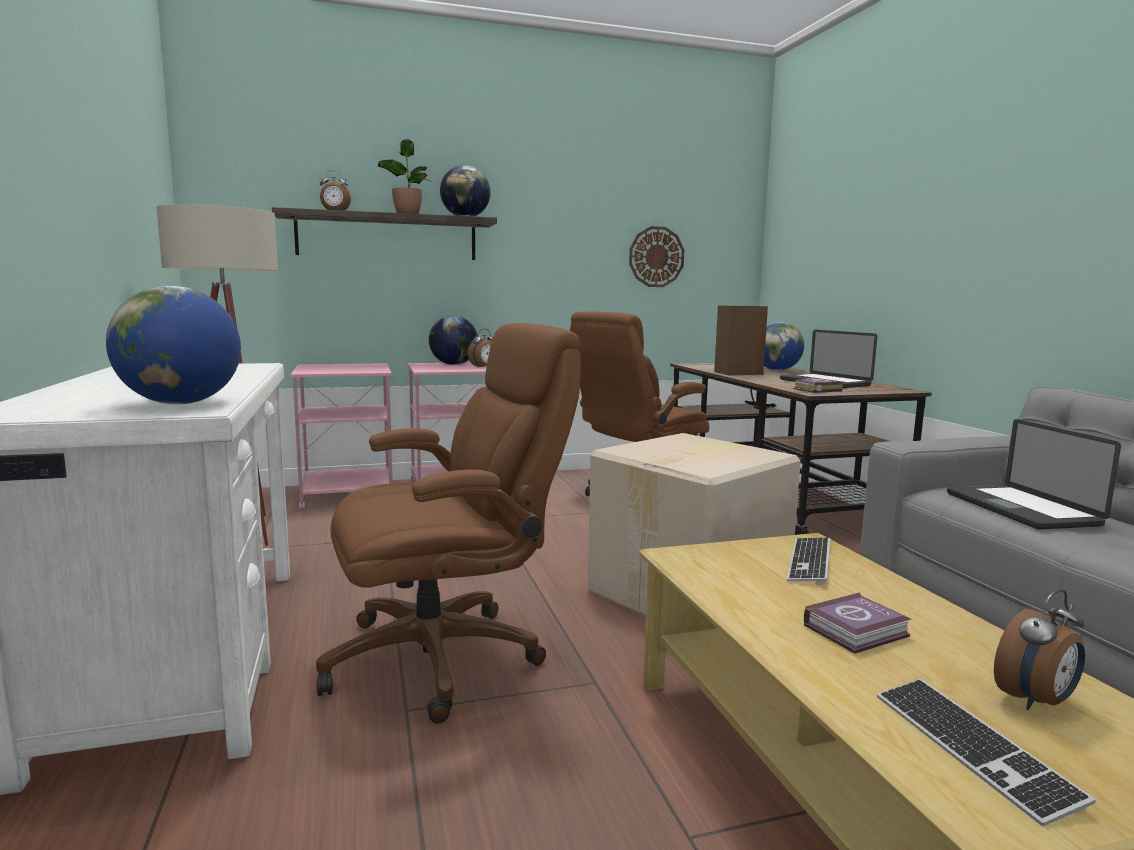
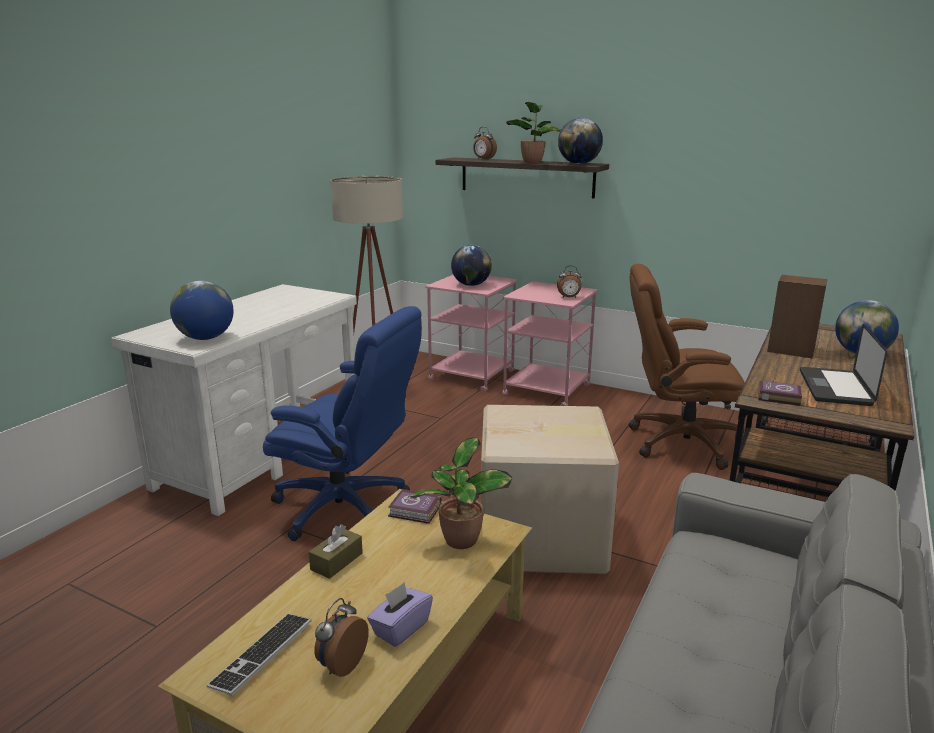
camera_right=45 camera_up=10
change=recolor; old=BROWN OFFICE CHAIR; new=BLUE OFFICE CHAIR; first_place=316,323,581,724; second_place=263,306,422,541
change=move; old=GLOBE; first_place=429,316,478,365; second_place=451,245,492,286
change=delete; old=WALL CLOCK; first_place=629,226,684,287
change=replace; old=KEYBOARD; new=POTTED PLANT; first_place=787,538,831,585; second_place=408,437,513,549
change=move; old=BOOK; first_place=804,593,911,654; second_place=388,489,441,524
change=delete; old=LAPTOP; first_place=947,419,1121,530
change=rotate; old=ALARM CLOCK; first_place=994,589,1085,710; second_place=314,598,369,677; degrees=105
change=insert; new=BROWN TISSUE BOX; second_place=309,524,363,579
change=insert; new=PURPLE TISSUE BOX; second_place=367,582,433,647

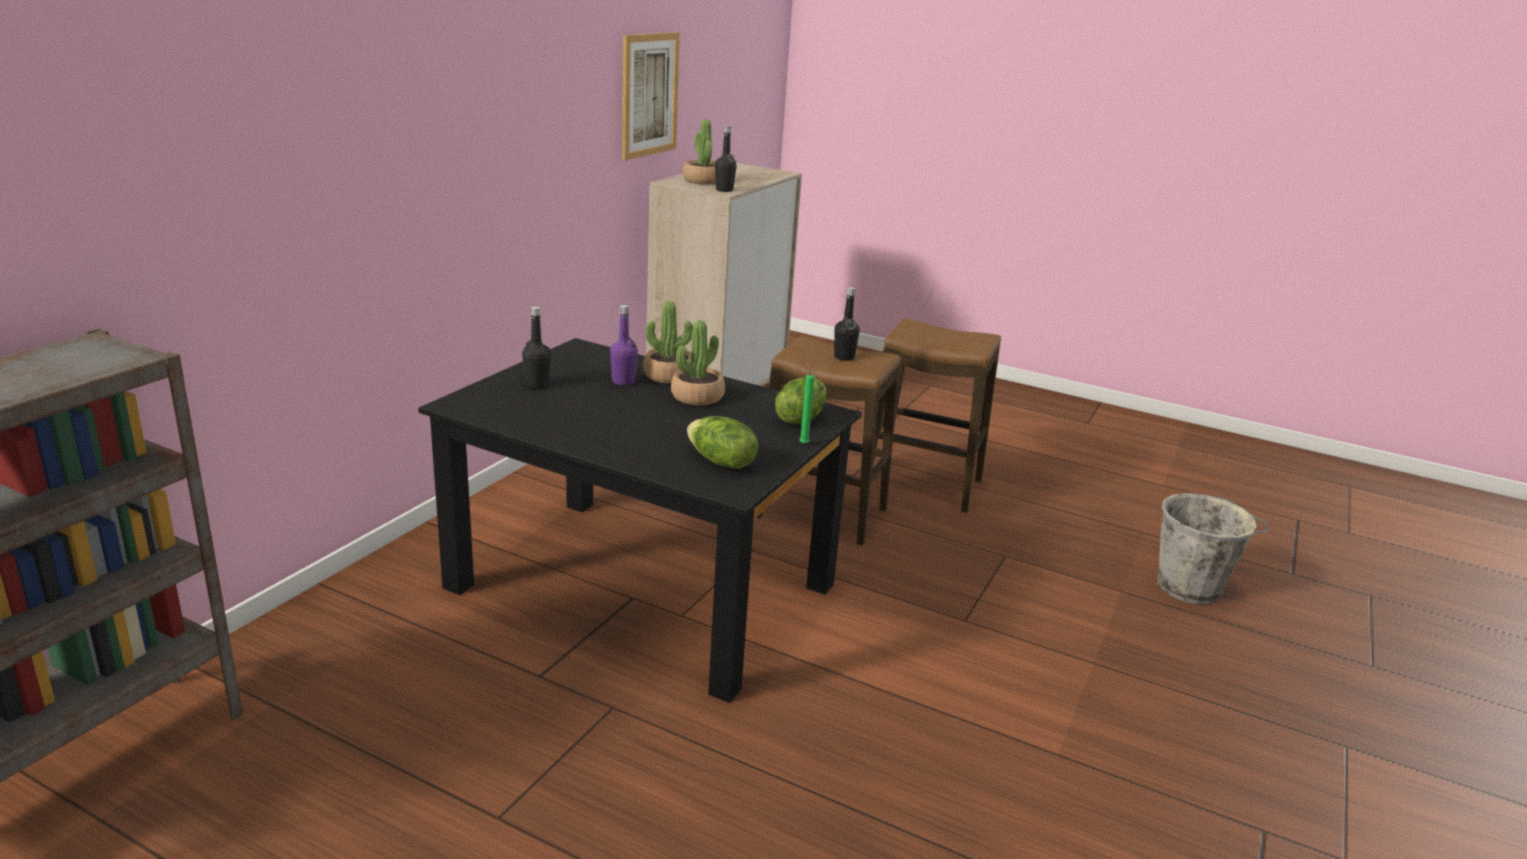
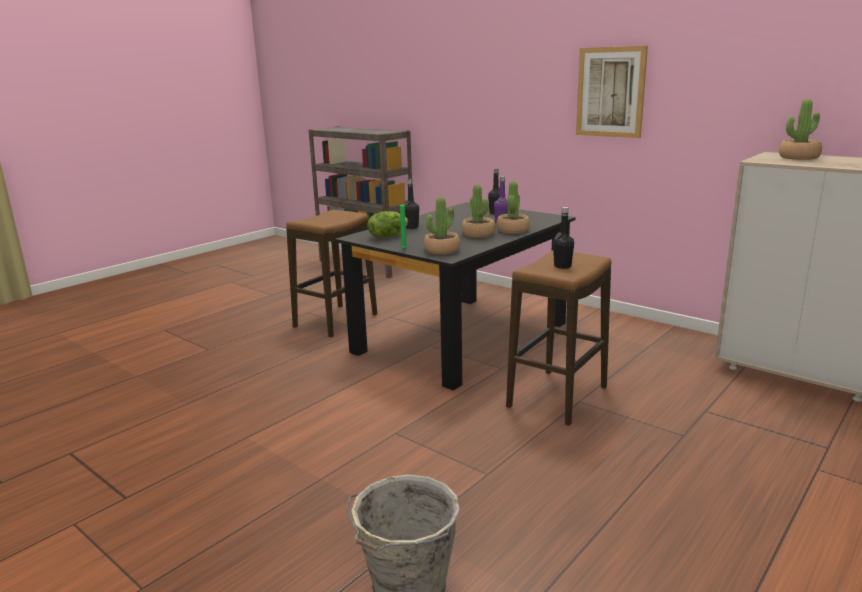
camera_right=105 camera_up=-5
change=move; old=PICTURE; first_place=622,32,680,161; second_place=576,46,648,138
change=move; old=BLACK BOTTLE; first_place=715,126,737,192; second_place=404,179,419,229
change=replace; old=LETTUCE; new=POTTED PLANT; first_place=775,377,826,424; second_place=424,197,460,255
change=move; old=STOOL; first_place=872,318,1001,513; second_place=286,210,377,338

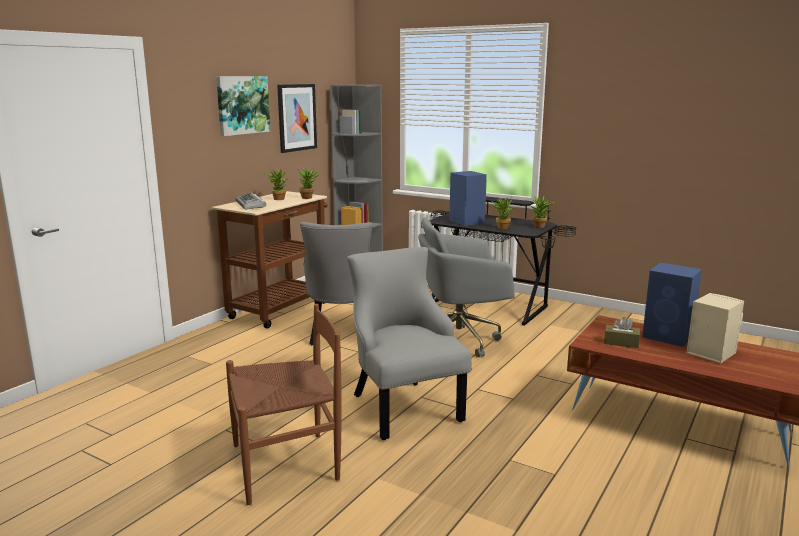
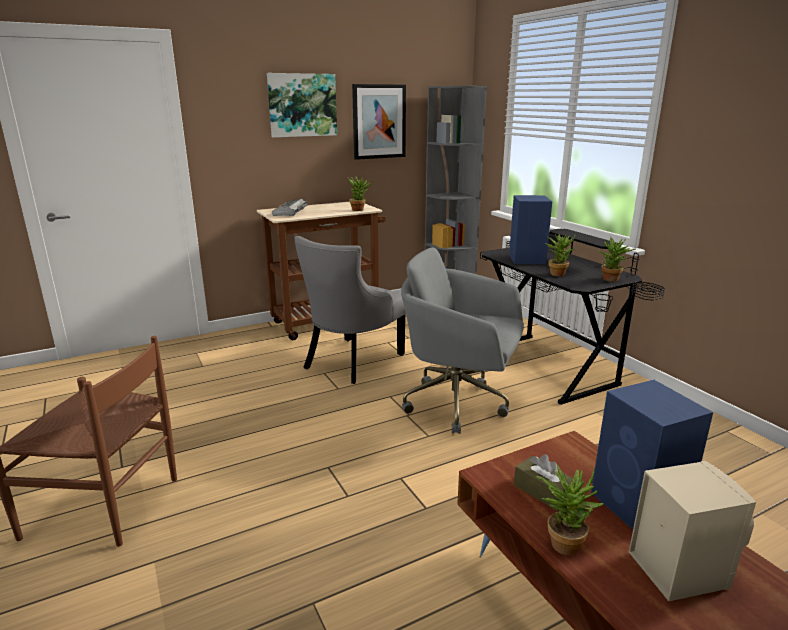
camera_right=30 camera_up=5
change=move; old=POTTED PLANT; first_place=265,169,289,200; second_place=536,465,603,555
change=delete; old=GREY CHAIR; first_place=347,247,472,440

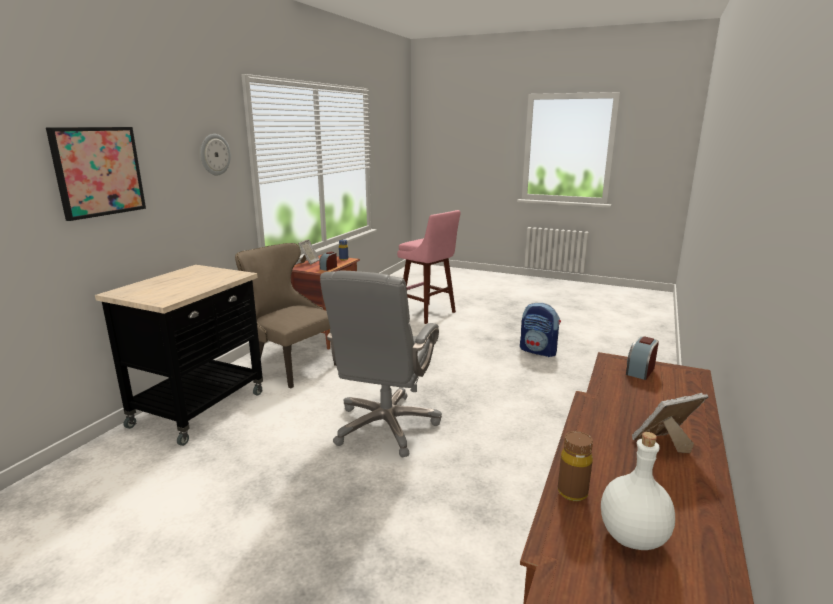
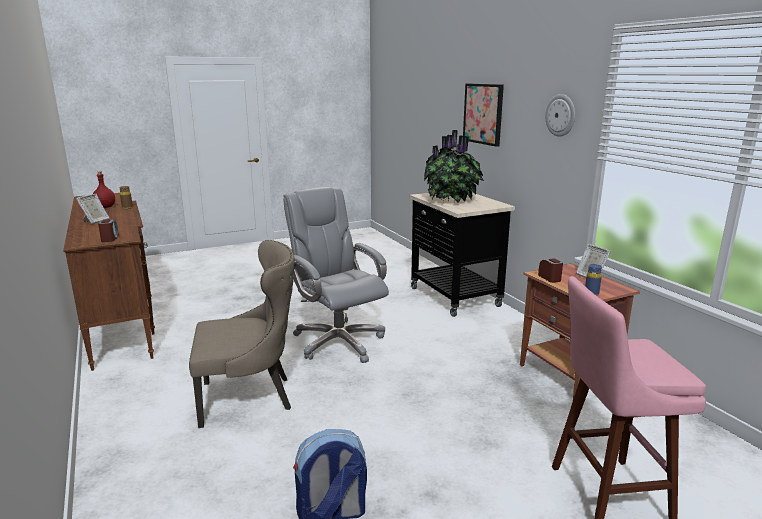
camera_right=130 camera_up=0
change=move; old=BEIGE CHAIR; first_place=235,243,336,388; second_place=189,240,295,428
change=recolor; old=WHITE BOTTLE; new=RED BOTTLE; first_place=601,432,675,550; second_place=93,171,115,208
change=insert; new=POTTED PLANT; second_place=424,130,484,202

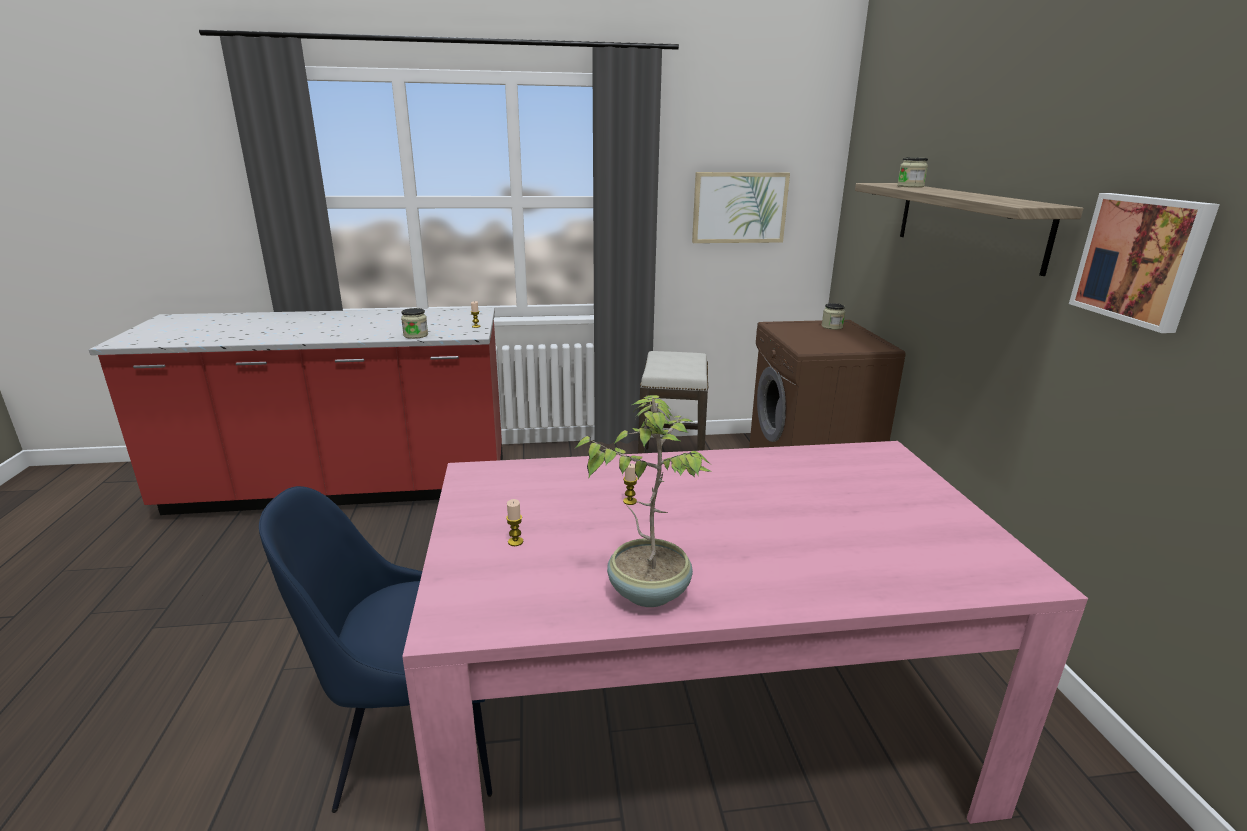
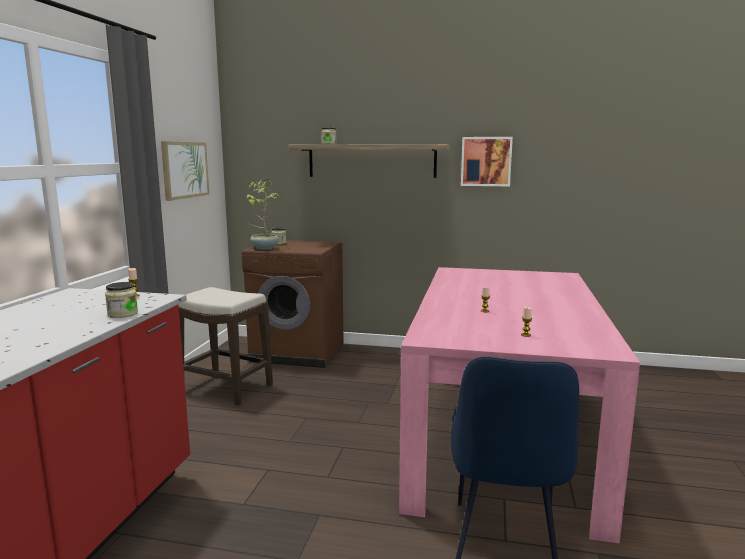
camera_right=-70 camera_up=-10
change=move; old=POTTED PLANT; first_place=575,395,710,607; second_place=246,179,279,250

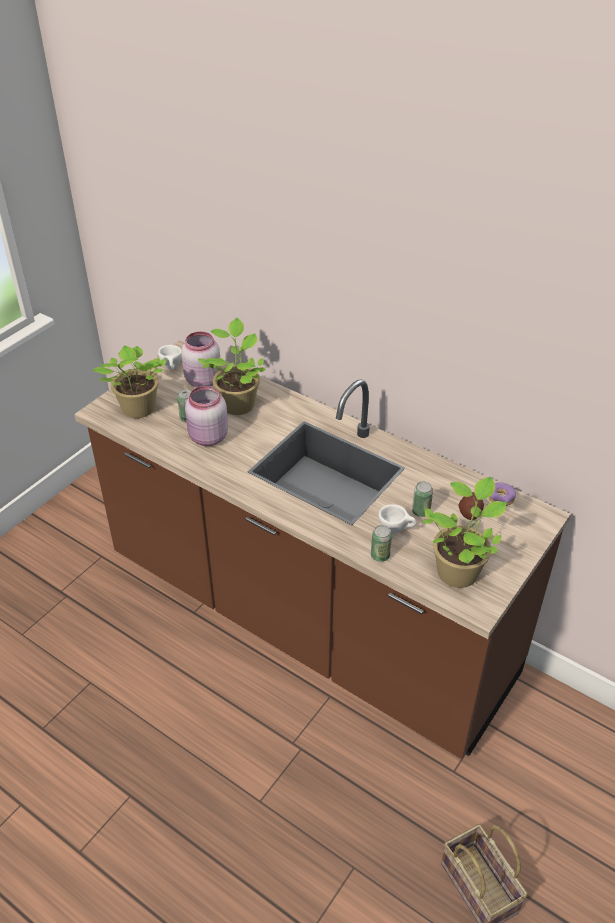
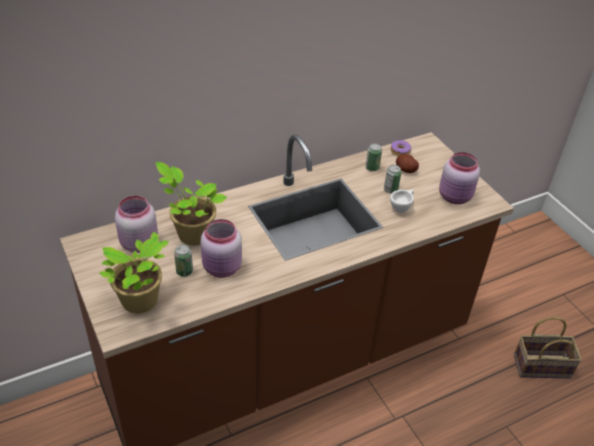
camera_right=-65 camera_up=0
change=delete; old=WHITE CUP; first_place=158,345,182,370
change=move; old=CAN; first_place=371,525,392,562; second_place=366,143,382,171
change=replace; old=POTTED PLANT; new=PINK JAR; first_place=423,477,507,588; second_place=439,152,480,204

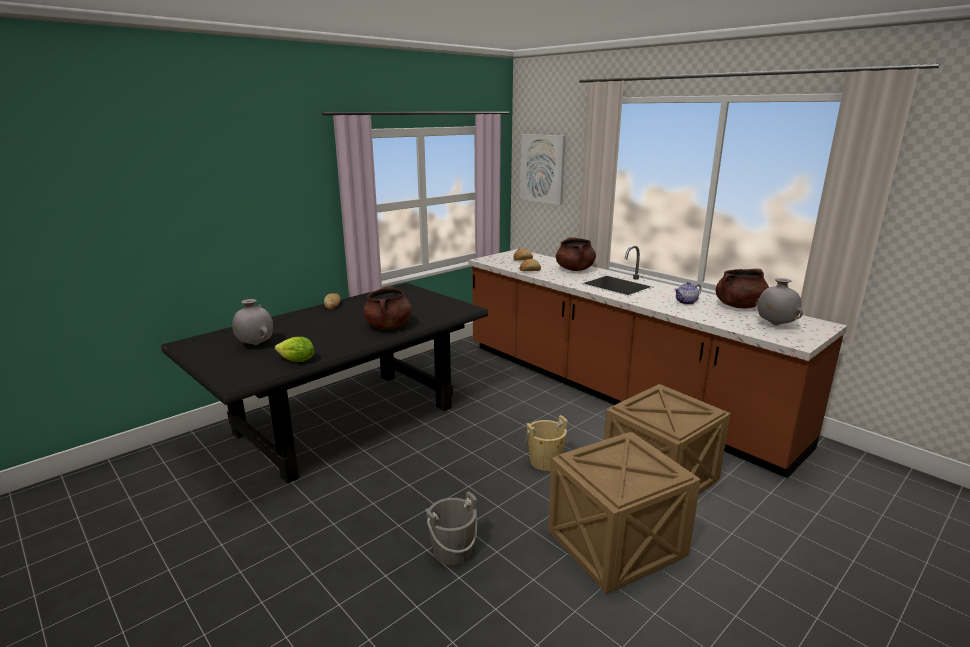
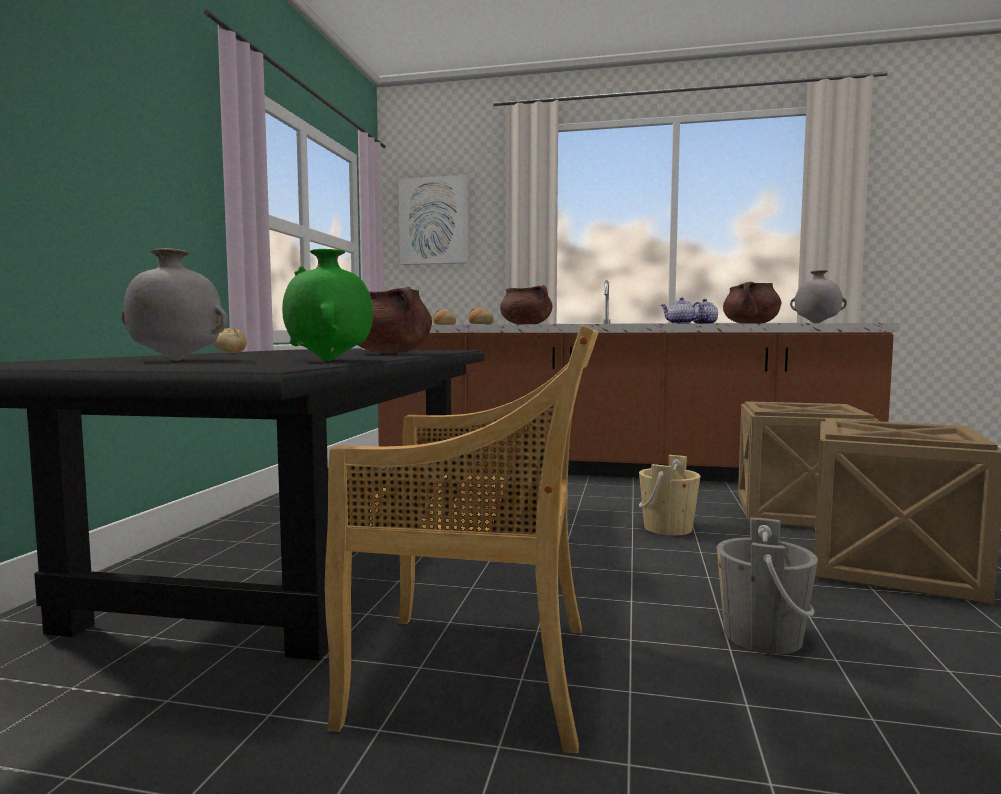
camera_right=-35 camera_up=-15
change=replace; old=LETTUCE; new=GREEN VASE; first_place=275,337,315,362; second_place=282,249,373,361
change=insert; new=BEIGE CHAIR; second_place=325,326,598,753
change=insert; new=TEAPOT; second_place=660,297,704,324

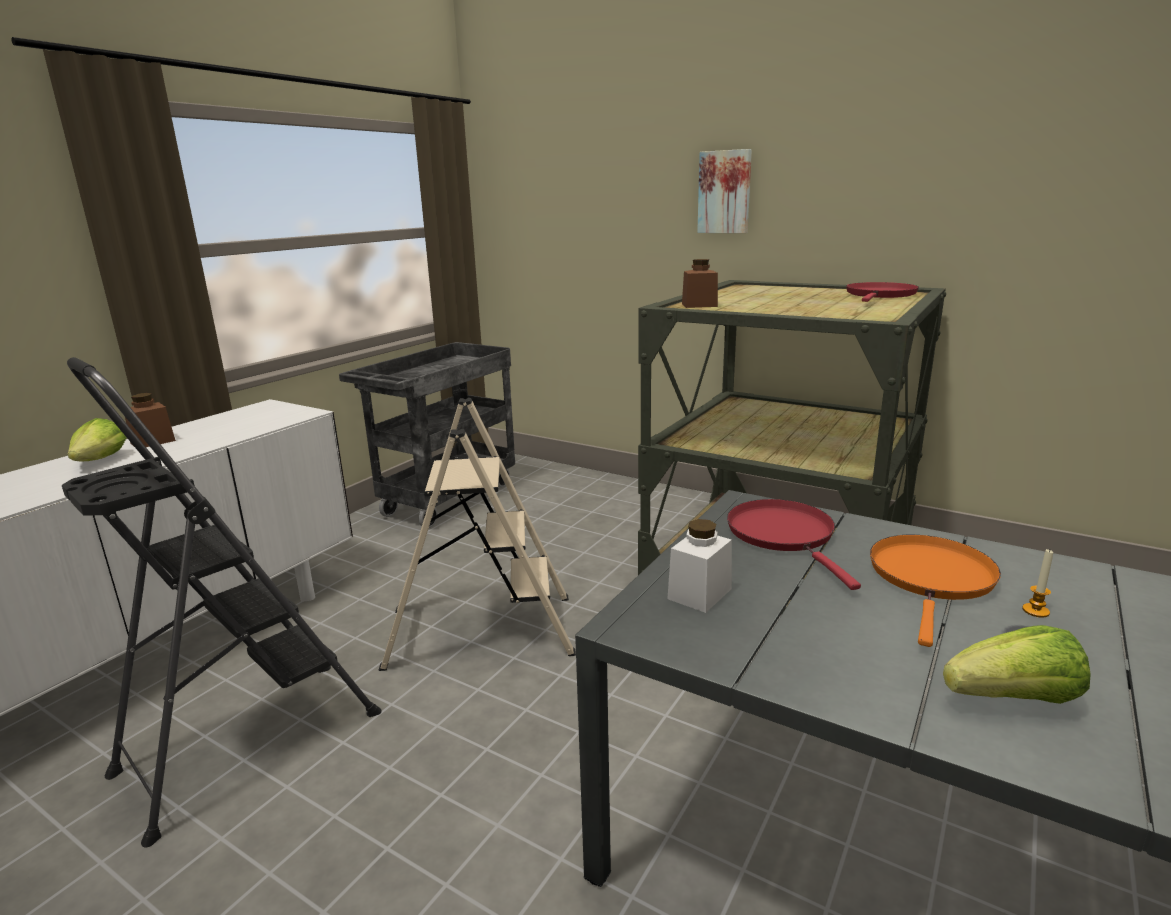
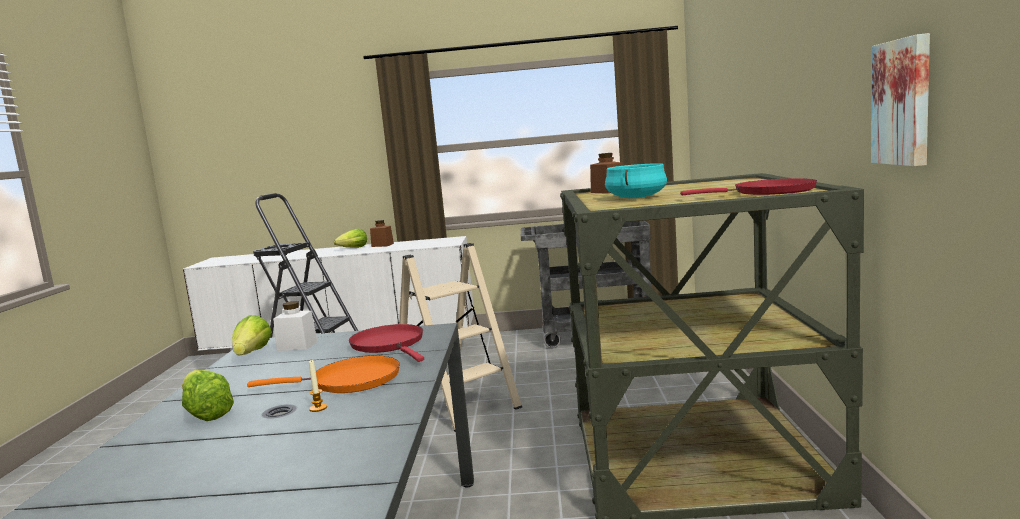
camera_right=60 camera_up=-10
change=move; old=PICTURE; first_place=697,149,752,233; second_place=871,33,930,166
change=rotate; old=RED FRYING PAN; first_place=727,499,861,590; second_place=349,324,424,362; degrees=-75
change=insert; new=LETTUCE; second_place=232,315,272,356
change=insert; new=TURQUOISE COOKING POT; second_place=605,163,667,198

